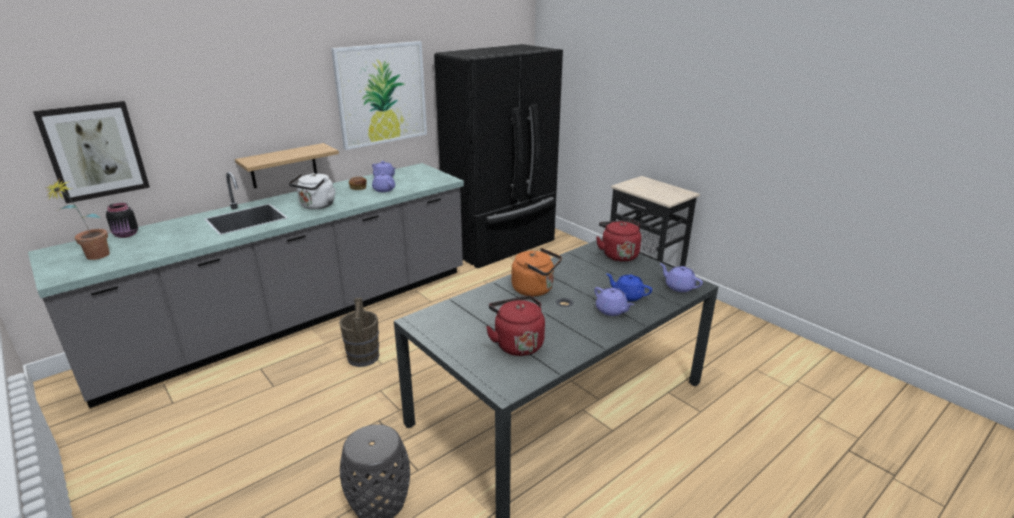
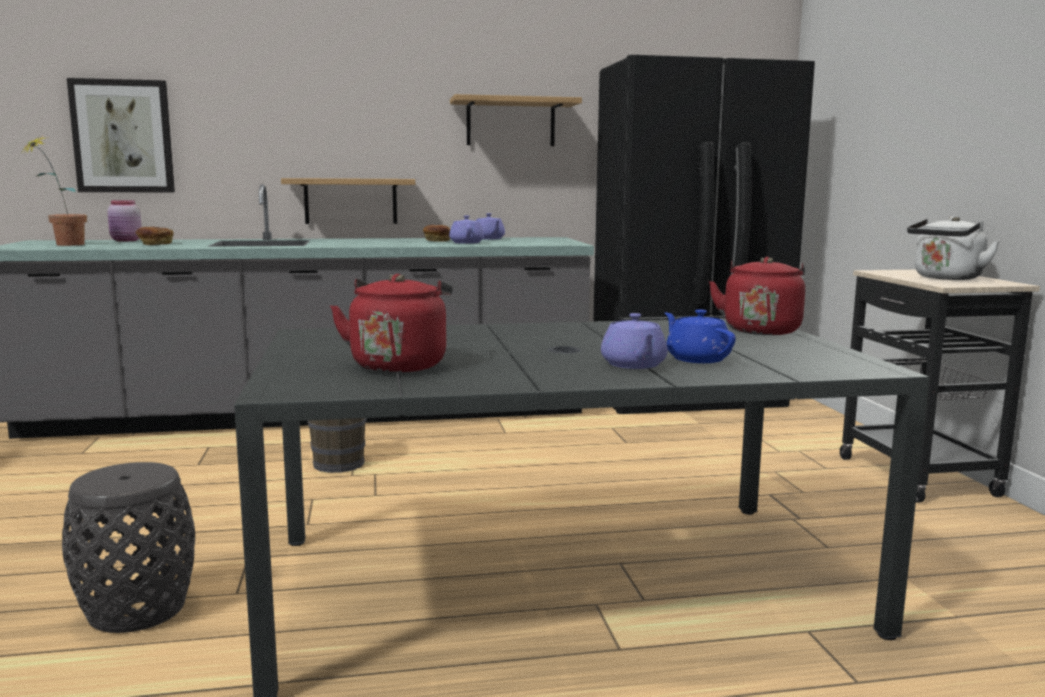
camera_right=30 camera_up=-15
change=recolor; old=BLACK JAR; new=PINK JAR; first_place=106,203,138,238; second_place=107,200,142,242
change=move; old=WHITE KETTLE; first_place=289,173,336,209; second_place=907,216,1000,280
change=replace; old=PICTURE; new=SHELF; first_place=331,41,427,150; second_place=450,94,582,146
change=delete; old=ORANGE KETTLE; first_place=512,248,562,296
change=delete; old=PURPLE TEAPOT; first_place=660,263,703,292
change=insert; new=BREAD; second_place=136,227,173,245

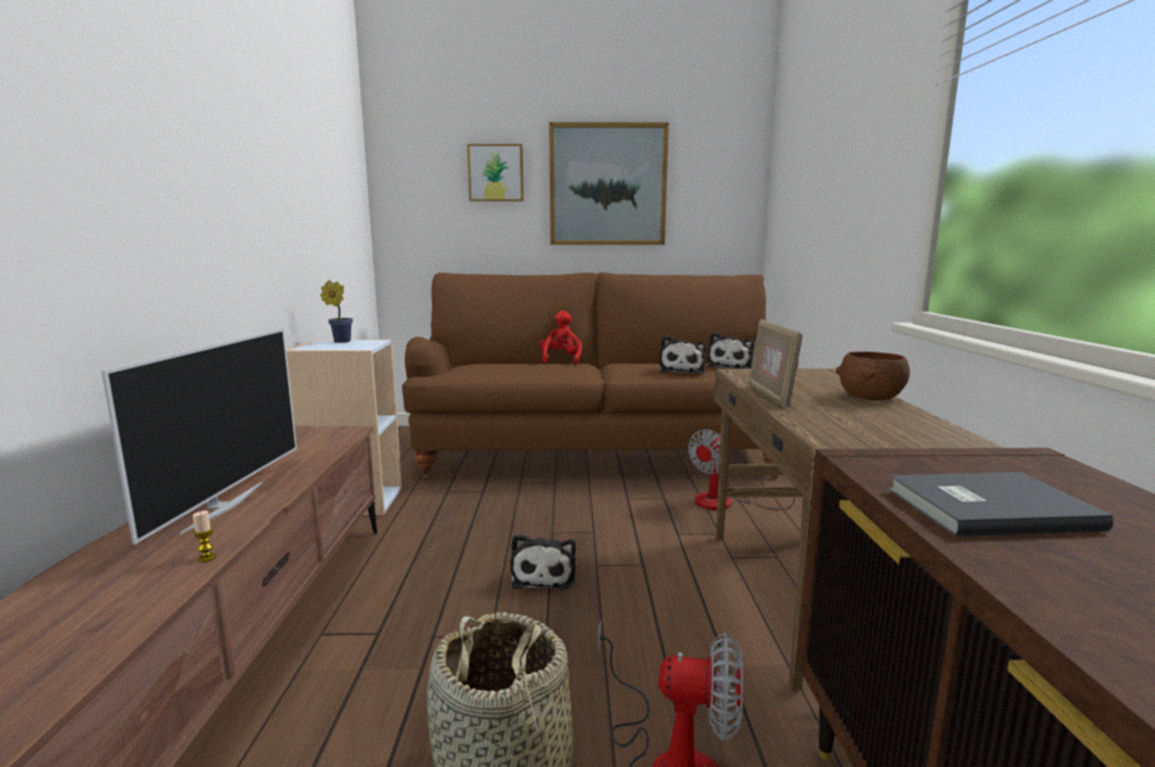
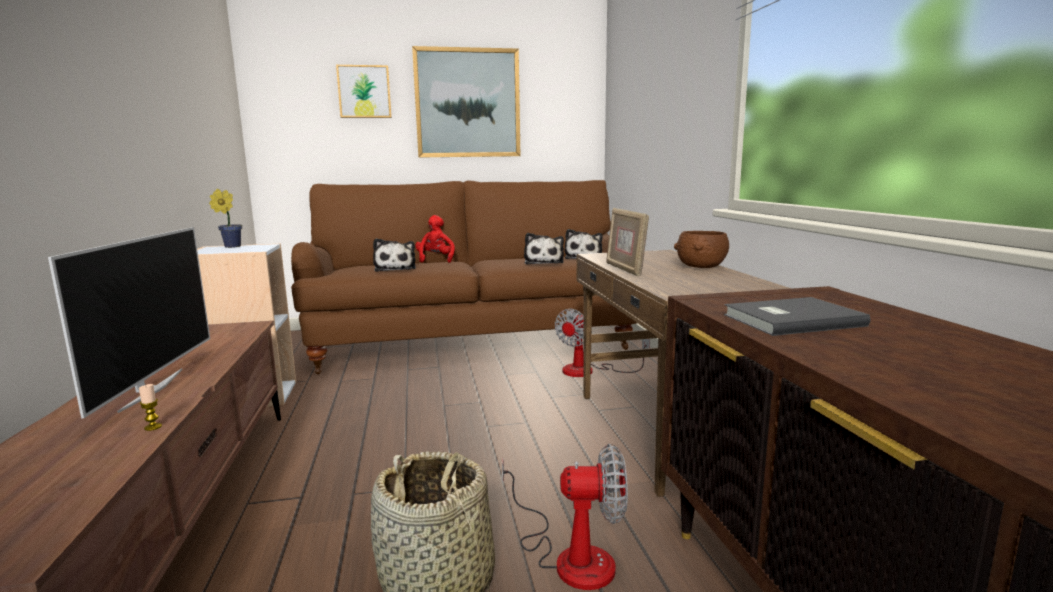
camera_right=-10 camera_up=0
change=move; old=PLUSH TOY; first_place=510,534,576,590; second_place=373,238,416,272

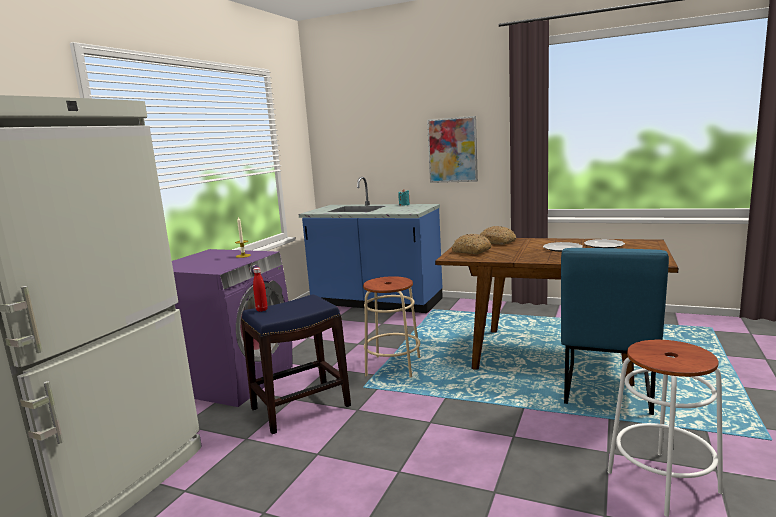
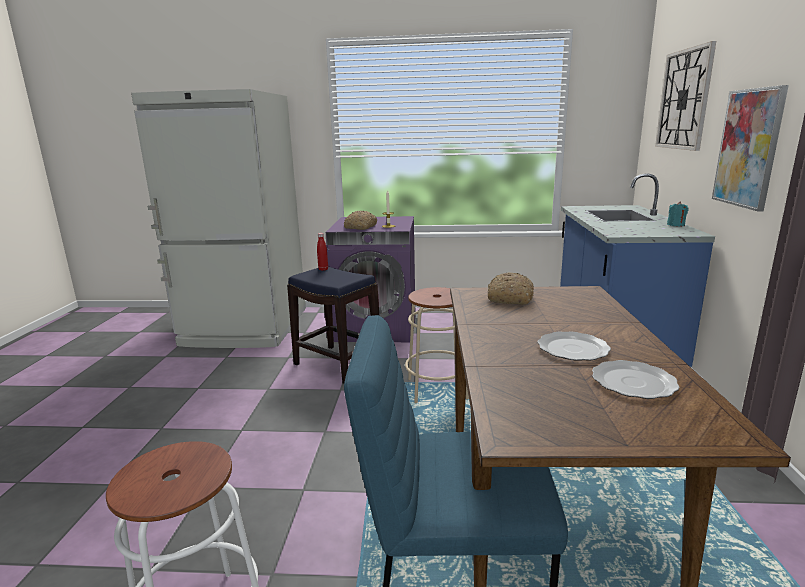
camera_right=70 camera_up=5
change=move; old=BREAD; first_place=480,226,516,245; second_place=344,211,377,230
change=insert; new=WALL CLOCK; second_place=655,41,716,151

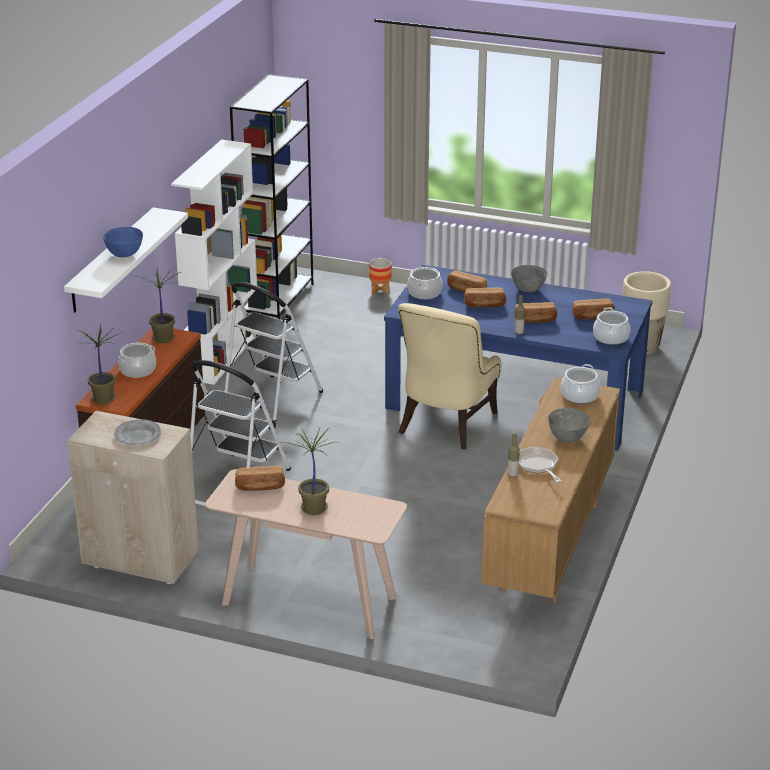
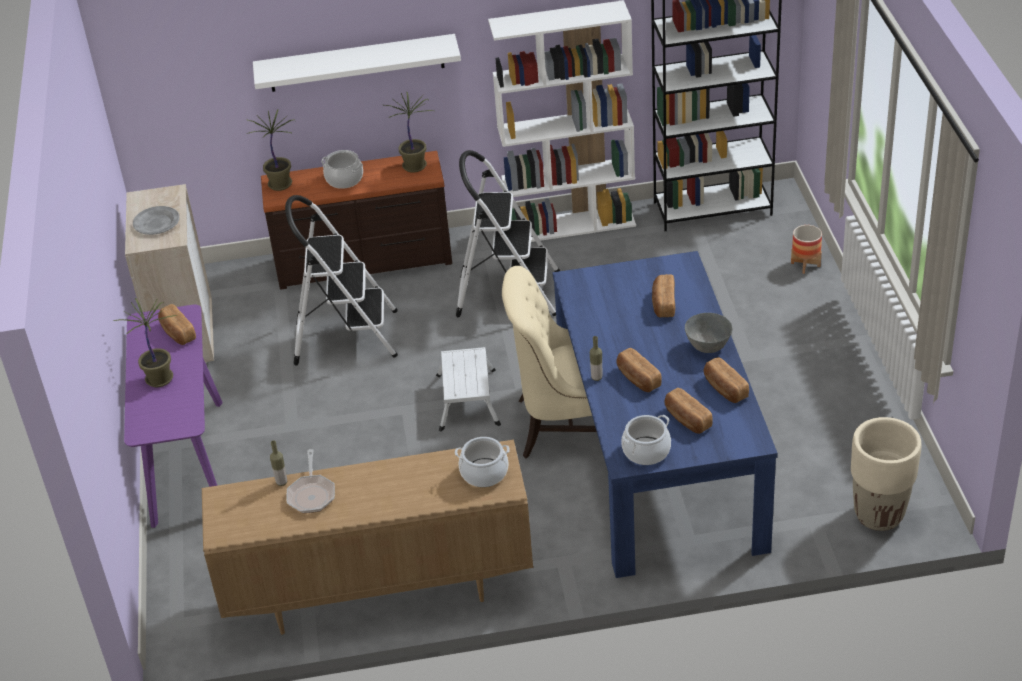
camera_right=65 camera_up=10
change=delete; old=BLUE BOWL; first_place=103,227,143,257
change=recolor; old=BEIGE CONSOLE TABLE; new=PURPLE CONSOLE TABLE; first_place=205,469,407,639; second_place=124,305,223,528
change=delete; old=COOKING POT; first_place=407,267,443,299
change=move; old=BREAD; first_place=464,287,506,307; second_place=704,357,749,403
change=rotate; old=FRYING PAN; first_place=519,447,561,482; second_place=287,449,335,513; degrees=135
change=delete; old=GREY BOWL; first_place=548,408,590,443
change=insert; new=WHITE STEP LADDER; second_place=436,347,501,432

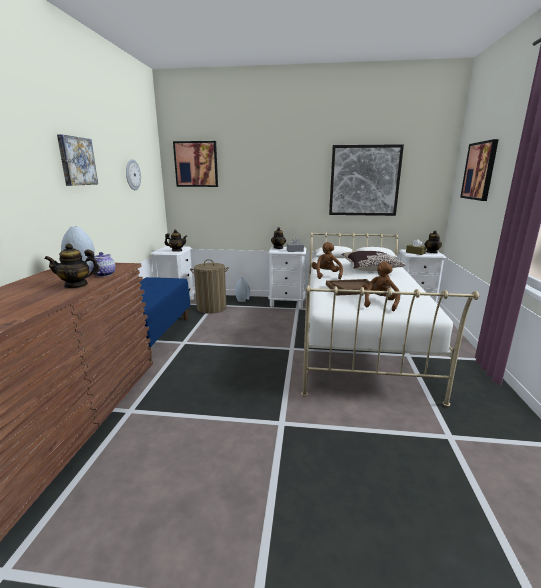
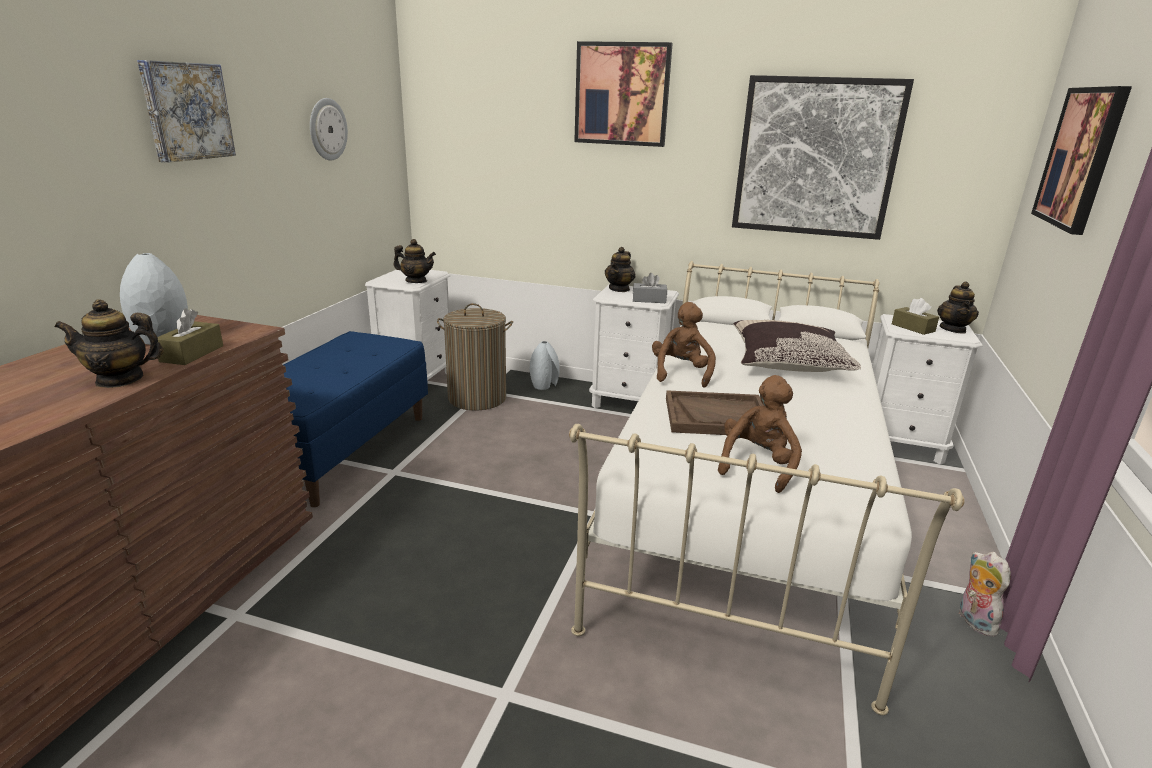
camera_right=10 camera_up=5
change=replace; old=TEAPOT; new=BROWN TISSUE BOX; first_place=89,252,116,277; second_place=157,308,223,365
change=move; old=PICTURE; first_place=173,141,218,187; second_place=574,41,673,147
change=insert; new=PLUSH TOY; second_place=960,552,1011,637

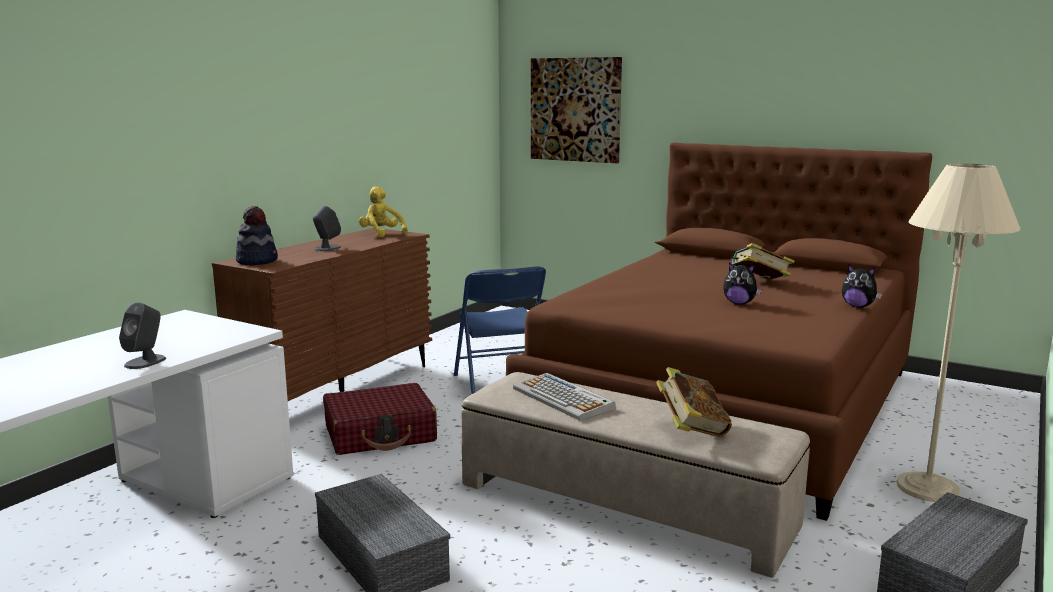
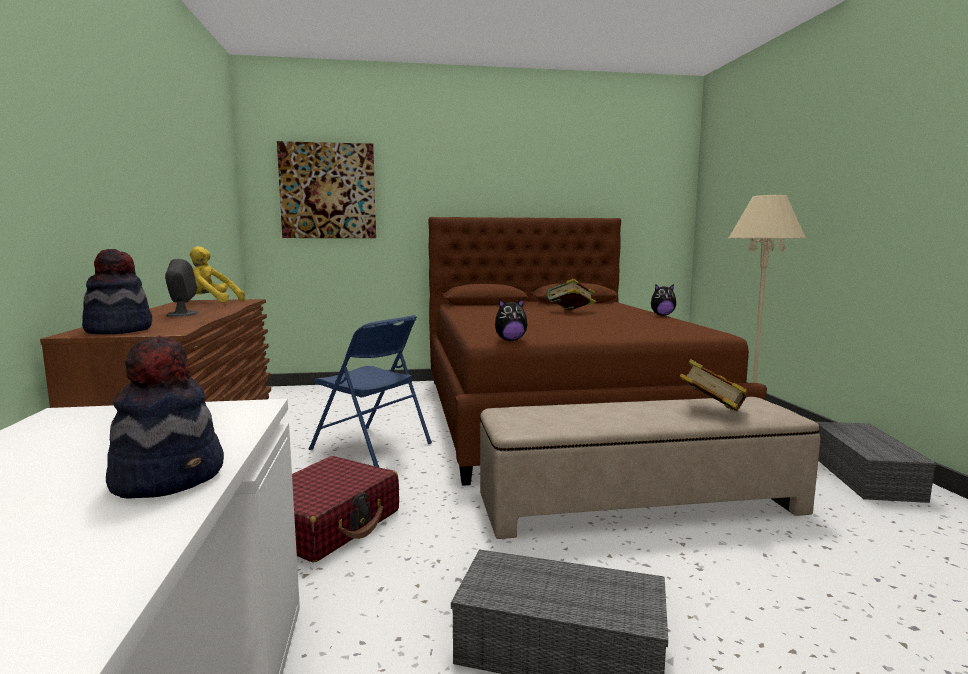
camera_right=-40 camera_up=-5
change=replace; old=GREY SPEAKER; new=HAT; first_place=119,302,166,369; second_place=106,335,224,499
change=delete; old=KEYBOARD; first_place=513,373,616,421
change=move; old=PLUSH TOY; first_place=723,262,761,304; second_place=495,299,527,341

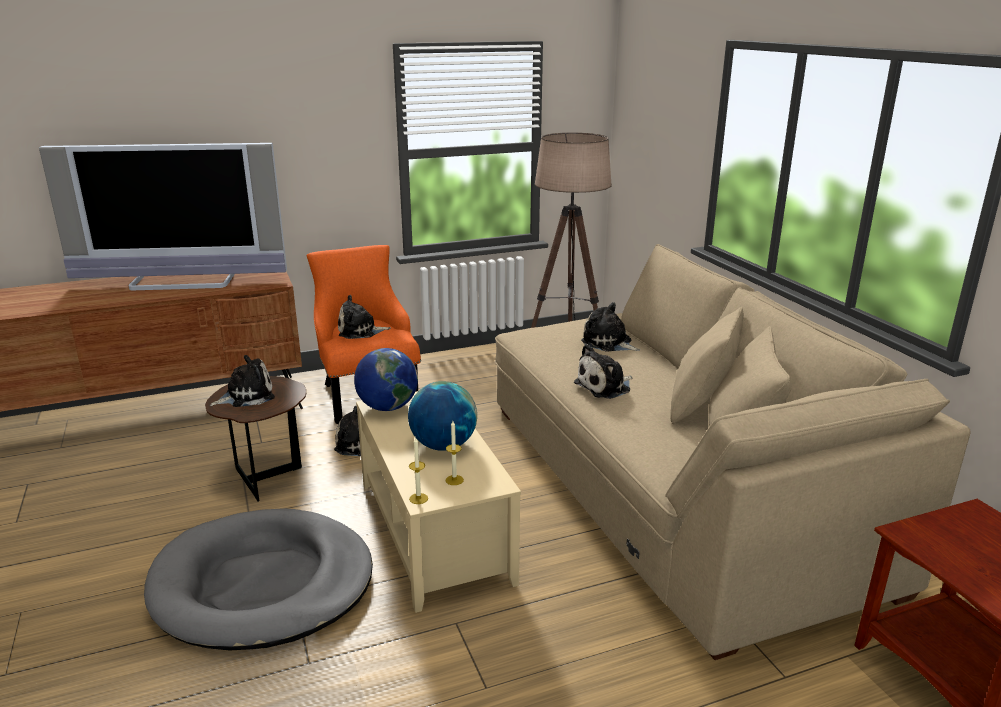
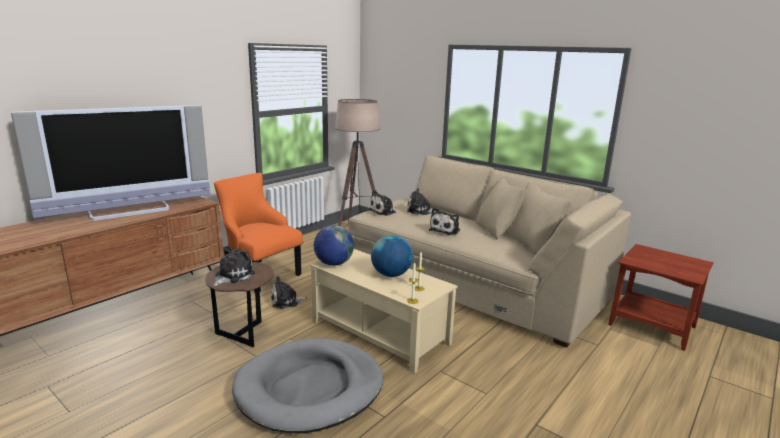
camera_right=-30 camera_up=-5
change=move; old=PLUSH TOY; first_place=338,295,391,339; second_place=368,190,396,216

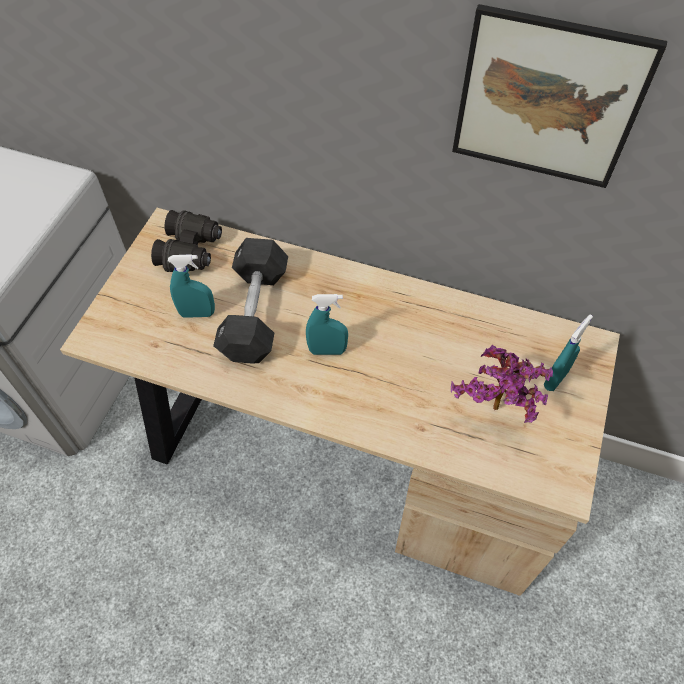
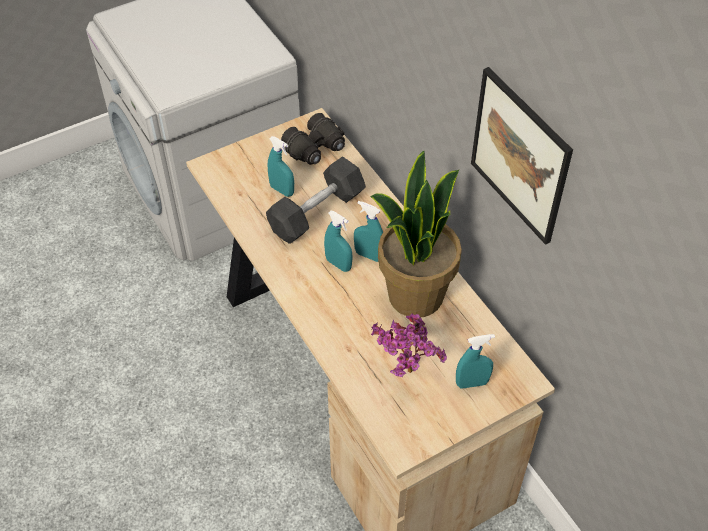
camera_right=40 camera_up=-5
change=insert; new=TURQUOISE SPRAY BOTTLE; second_place=354,201,383,262
change=insert; new=POTTED PLANT; second_place=370,151,462,317

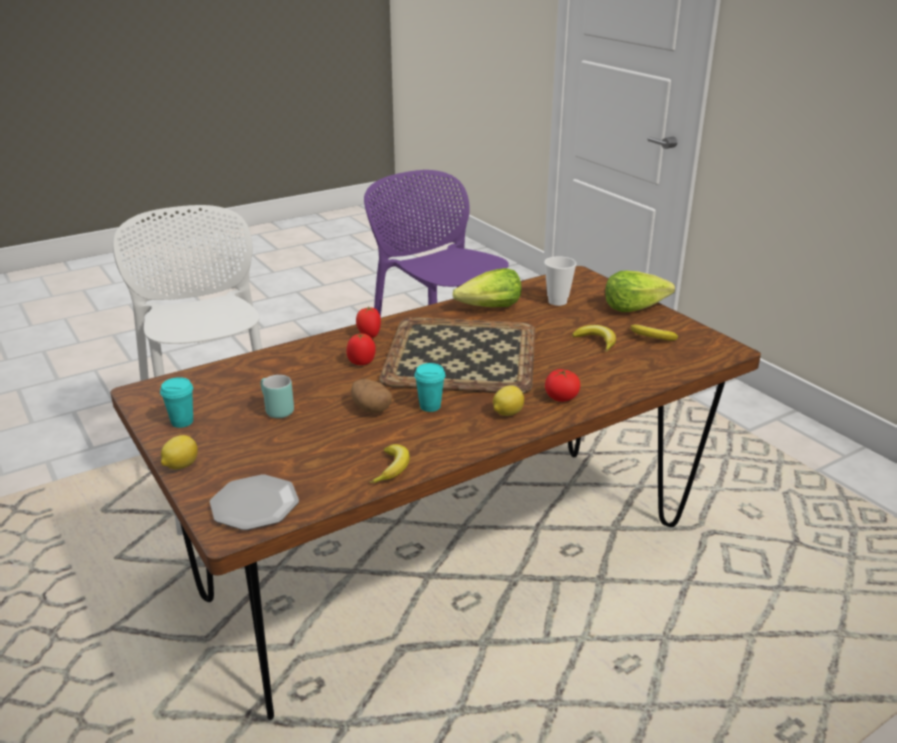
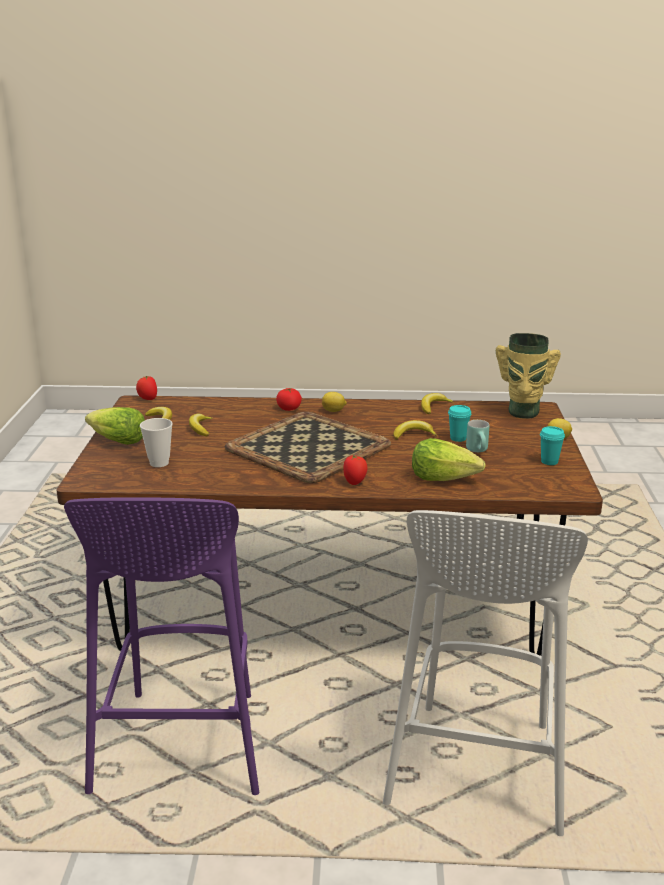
camera_right=-145 camera_up=-5
change=replace; old=PLATE; new=VASE; first_place=210,475,299,530; second_place=496,333,561,419
change=move; old=TOMATO; first_place=347,334,376,365; second_place=136,376,157,400
change=replace; old=POTATO; new=BANANA; first_place=351,379,392,413; second_place=394,420,437,439
change=move; old=TURQUOISE CUP; first_place=414,363,445,412; second_place=448,405,471,442
change=move; old=LETTUCE; first_place=453,268,521,307; second_place=412,438,486,481

